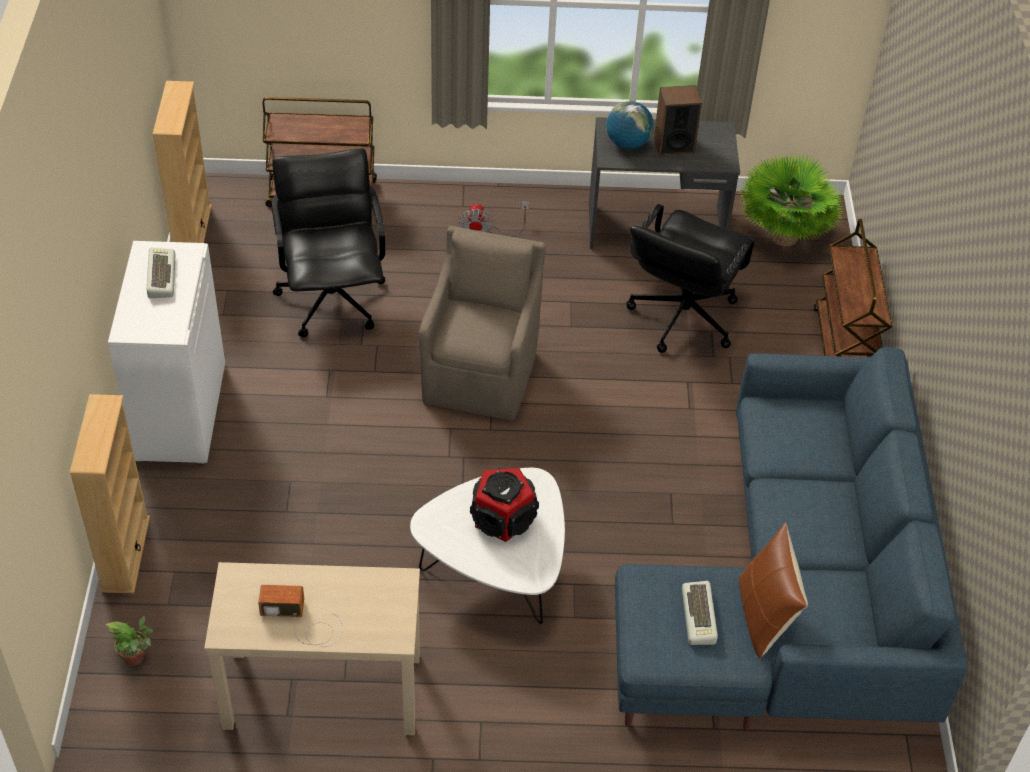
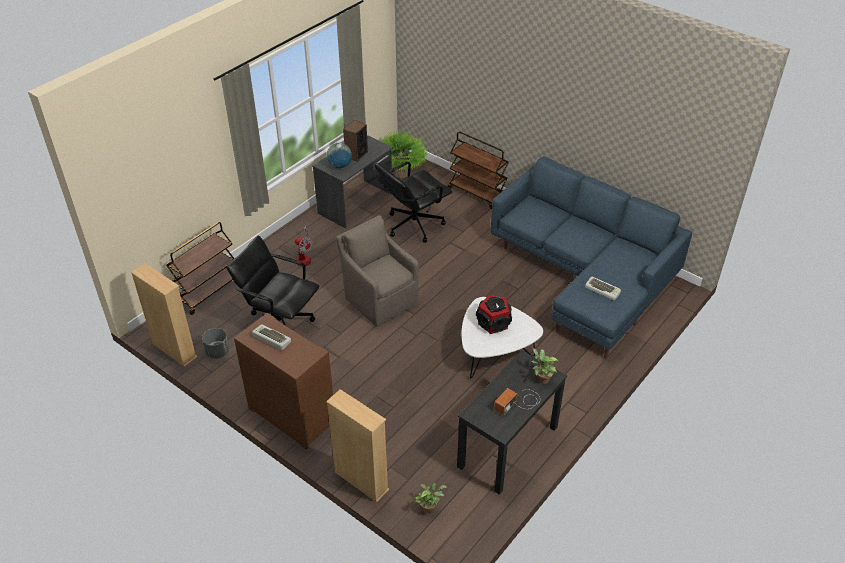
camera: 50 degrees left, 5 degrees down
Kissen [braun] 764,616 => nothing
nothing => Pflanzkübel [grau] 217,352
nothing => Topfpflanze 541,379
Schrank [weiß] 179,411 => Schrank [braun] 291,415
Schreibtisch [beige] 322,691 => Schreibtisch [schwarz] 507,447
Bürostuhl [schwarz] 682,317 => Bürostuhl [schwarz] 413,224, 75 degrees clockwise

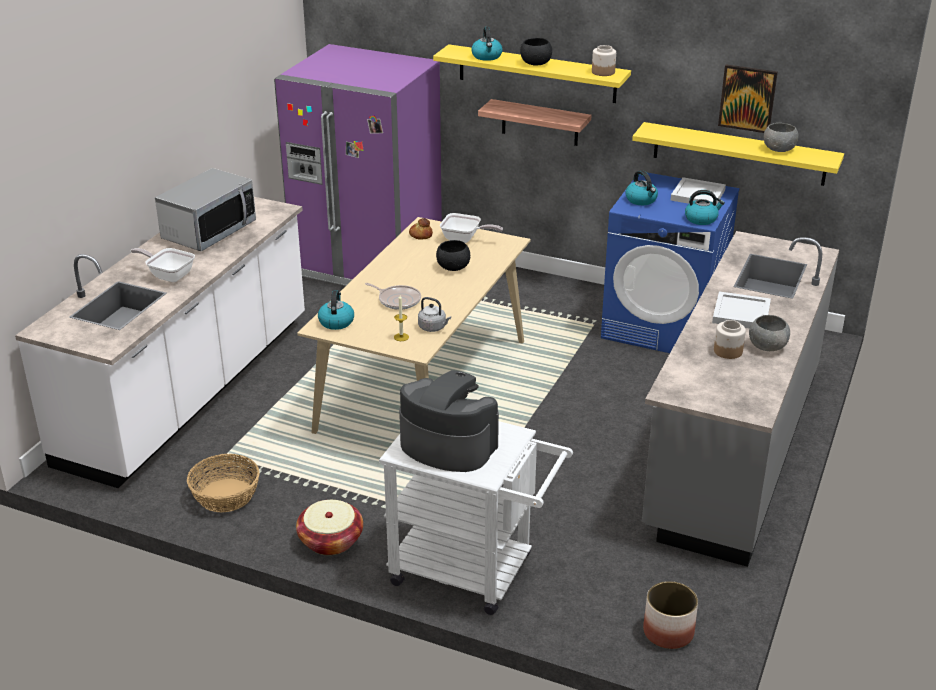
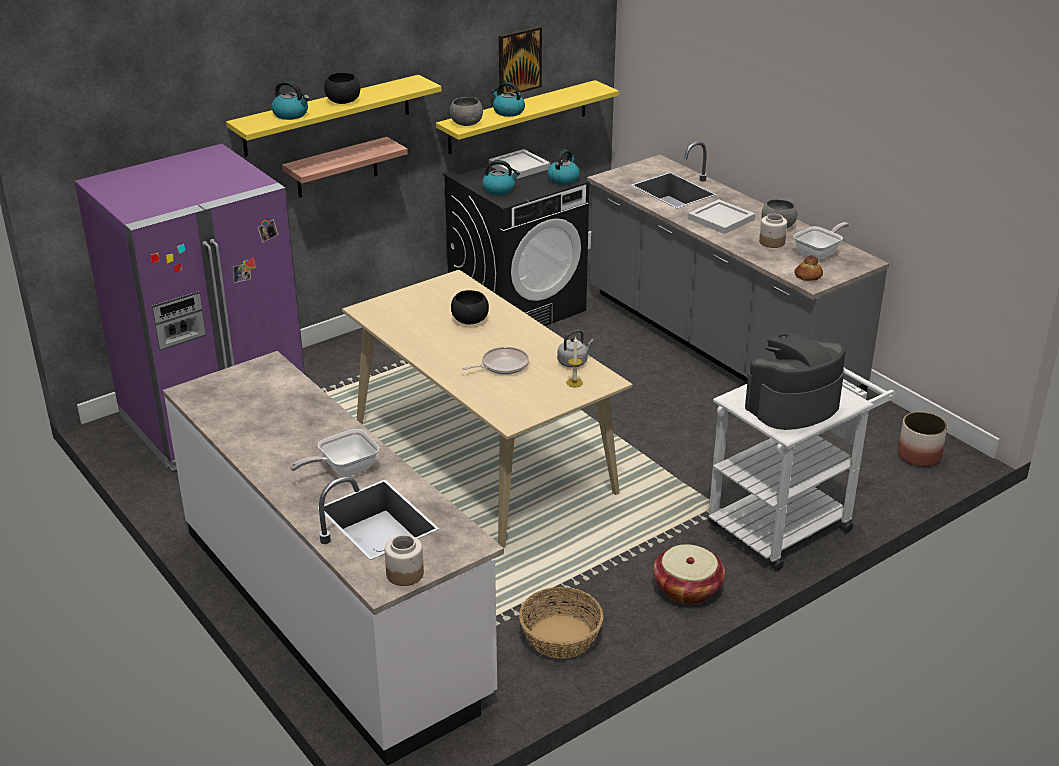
camera: 60 degrees left, 0 degrees up
Mikrowelle 209,231 => nothing
Wasserkessel 336,321 => Wasserkessel 508,112, move
Brot 420,235 => Brot 808,276, move
Pfanne 464,239 => Pfanne 819,253, move
Vorratsglas 603,72 => Vorratsglas 405,573, move
Schüssel [grau] 779,149 => Schüssel [grau] 467,123, move
Waschmaschine [blau] 663,326 => Waschmaschine [schwarz] 517,306

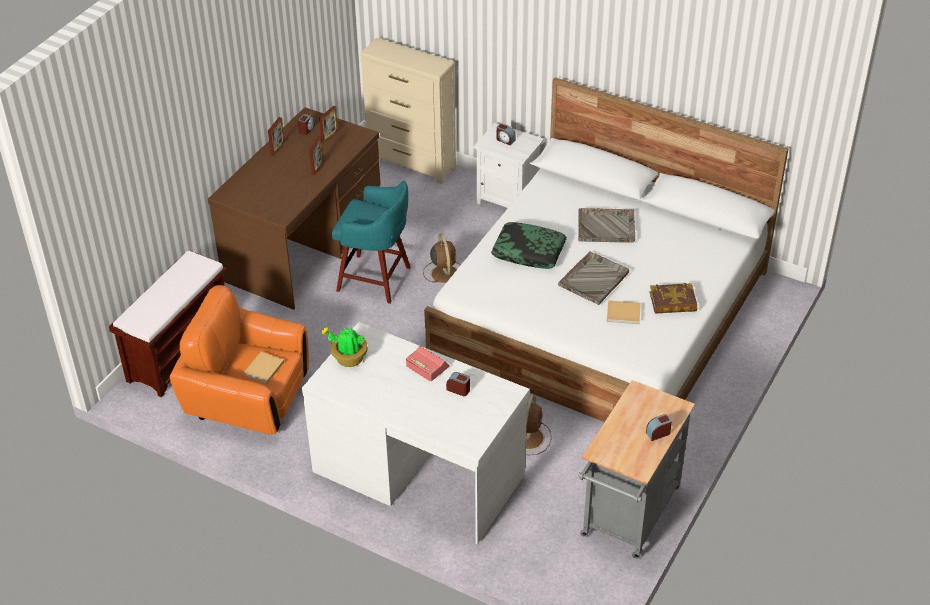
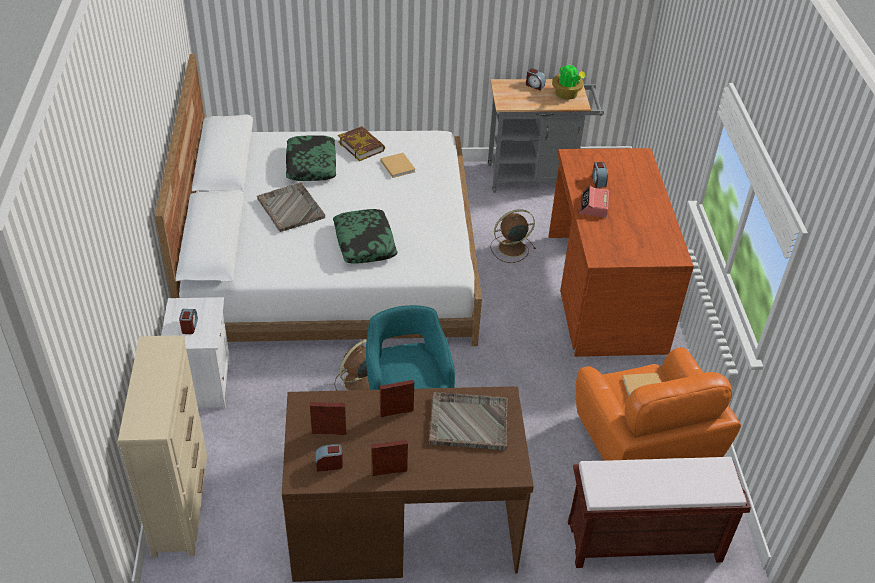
camera: 125 degrees left, 0 degrees up
nothing => Kissen 311,164
Topfpflanze 348,359 => Topfpflanze 567,95, move
Tablett [grau] 594,278 => Tablett [grau] 467,422, move
Schreibtisch [weiß] 418,471 => Schreibtisch [braun] 603,292

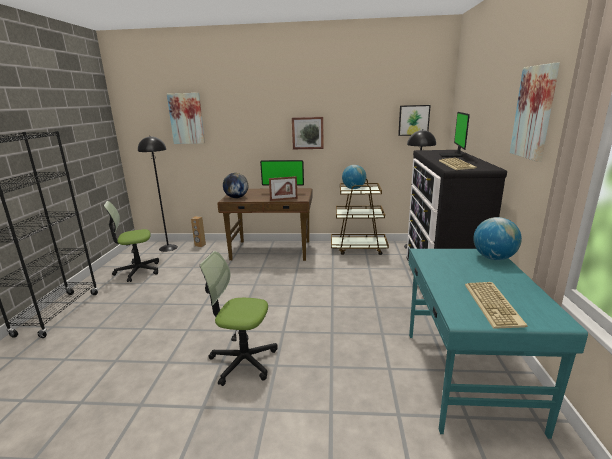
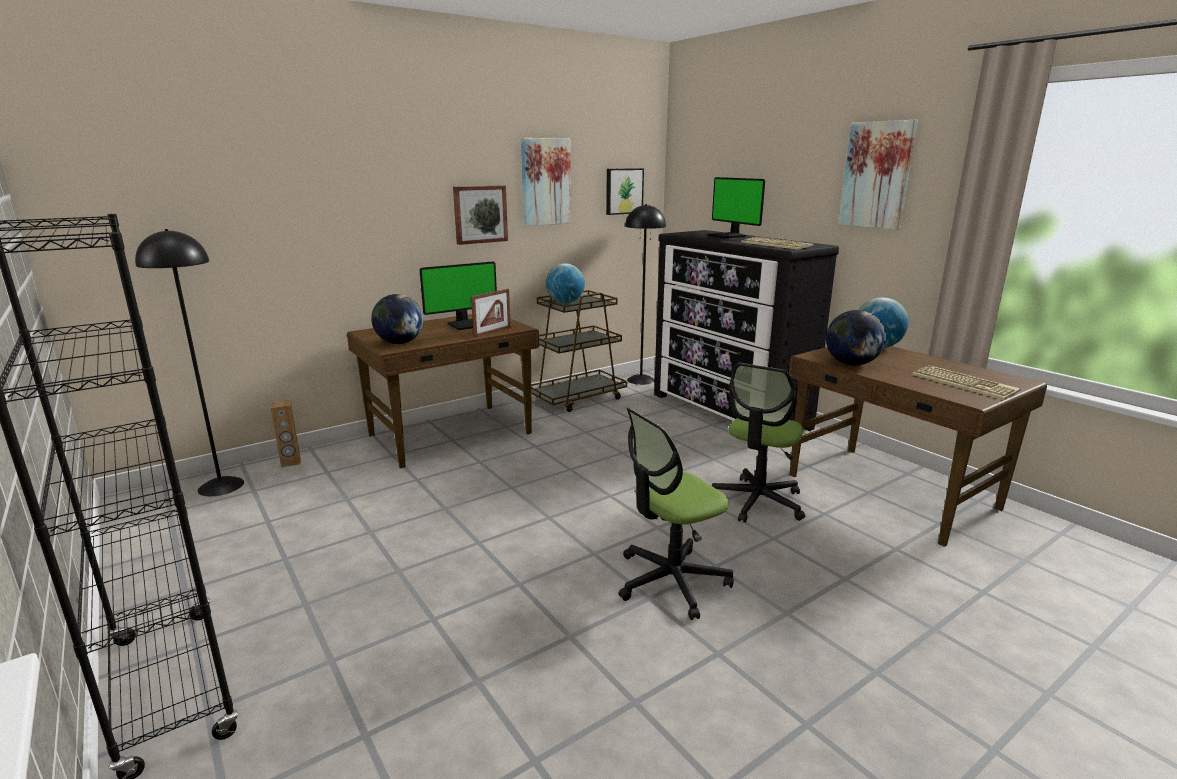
camera: 40 degrees left, 0 degrees up
nothing => Globus 851,364
Bürostuhl 138,271 => Bürostuhl 757,501, move
Bild 186,118 => Bild 545,182, move
Schreibtisch [türkis] 466,378 => Schreibtisch [braun] 890,492

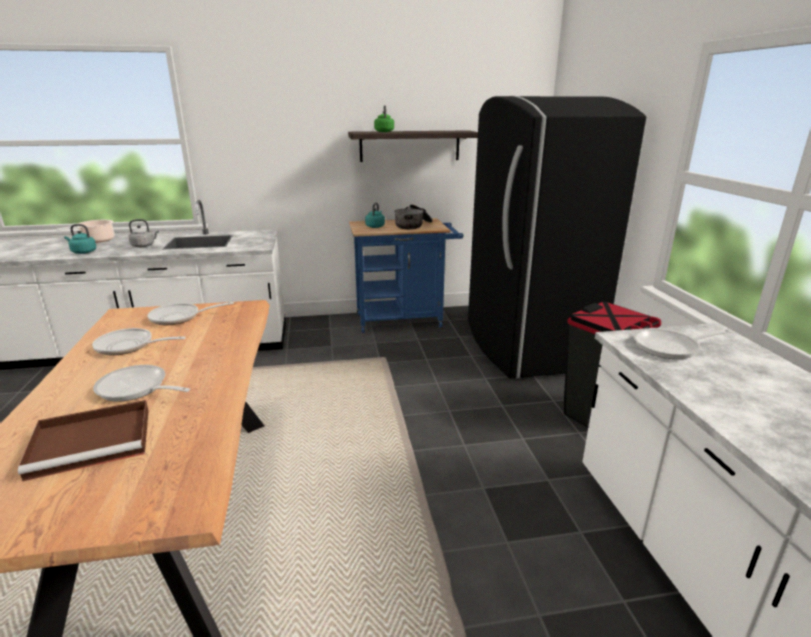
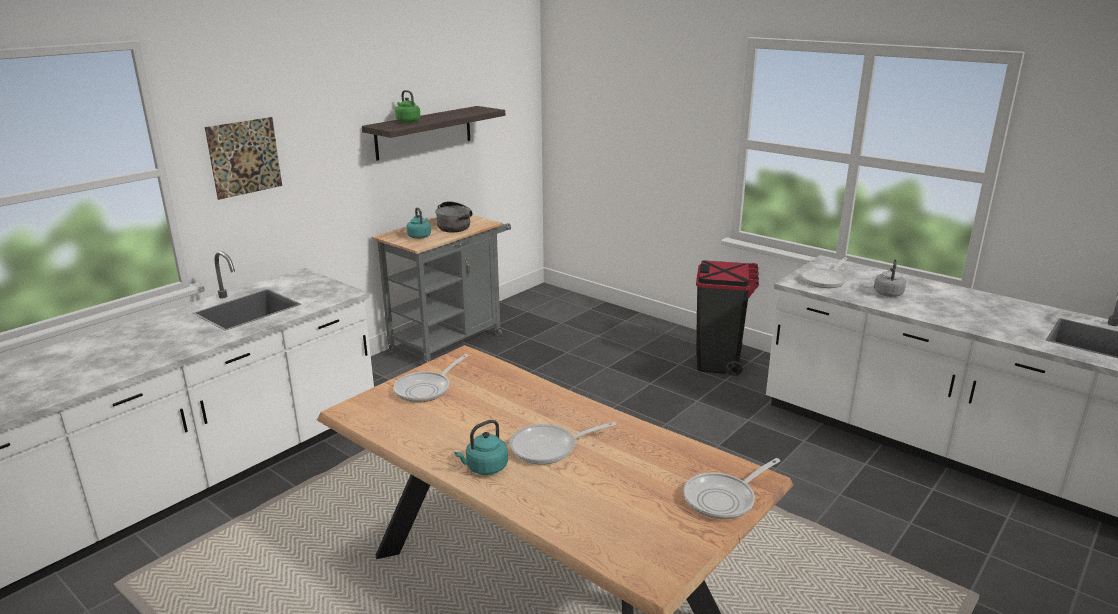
camera: 40 degrees left, 0 degrees up
Tablett [braun] 94,441 => nothing
Kochtopf 96,240 => nothing
Kühlschrank [schwarz] 525,345 => nothing
nothing => Bild 244,157
Wasserkessel [türkis] 83,252 => Wasserkessel [türkis] 485,468, move
Pfanne 129,346 => Pfanne 723,499, move
Wasserkessel [grau] 144,245 => Wasserkessel [grau] 888,293, move
Rollwagen [blau] 404,320 => Rollwagen [grau] 451,340

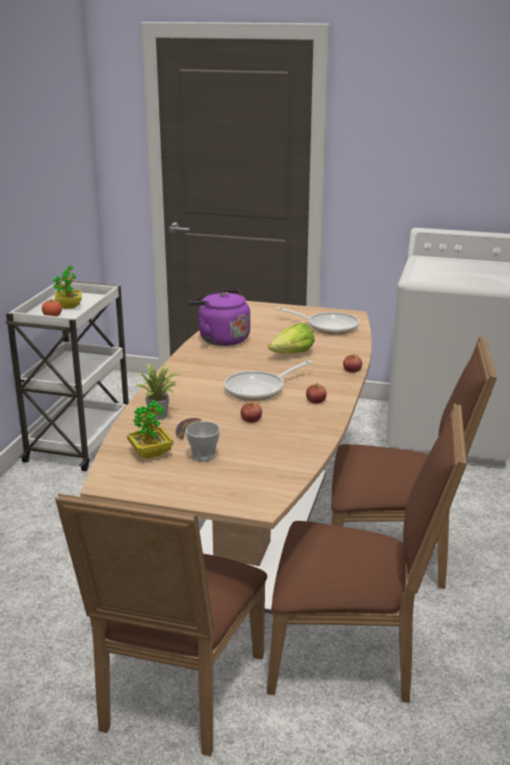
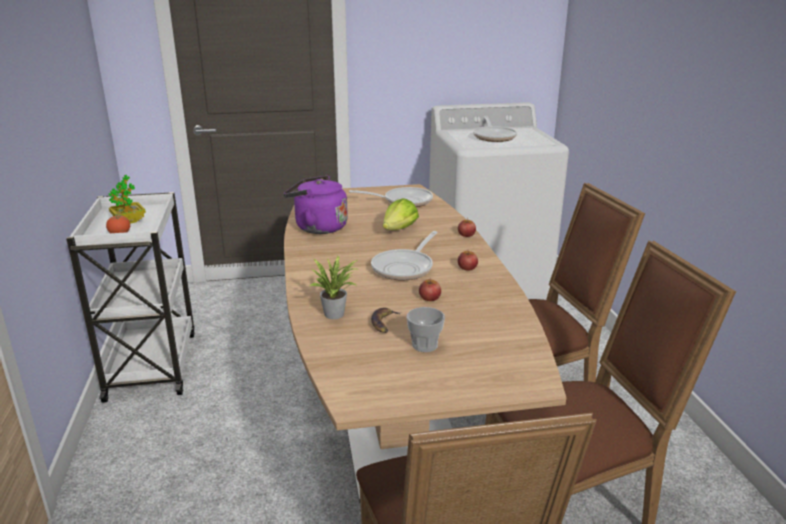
camera: 25 degrees left, 0 degrees up
Topfpflanze 150,453 => nothing
nothing => Pfanne 494,136

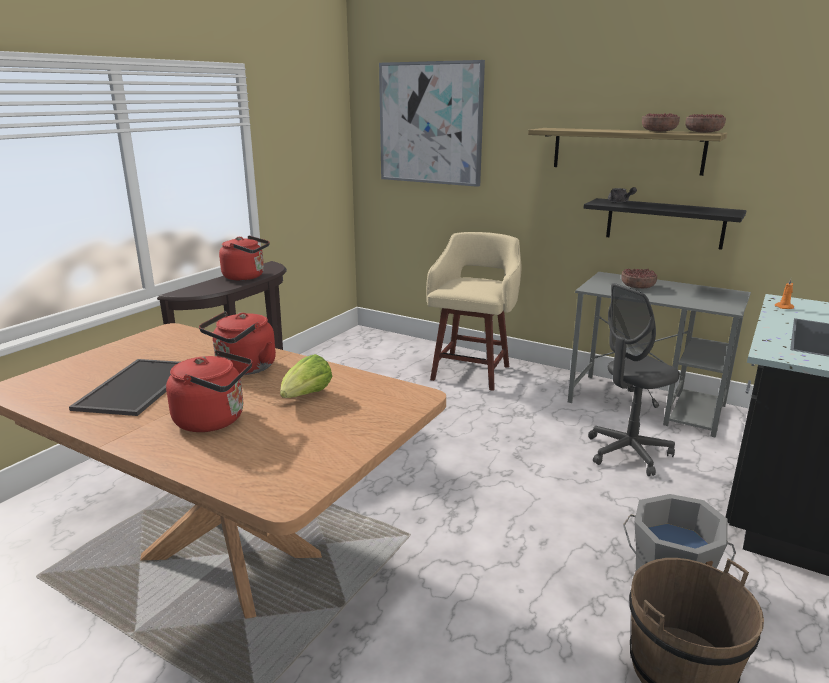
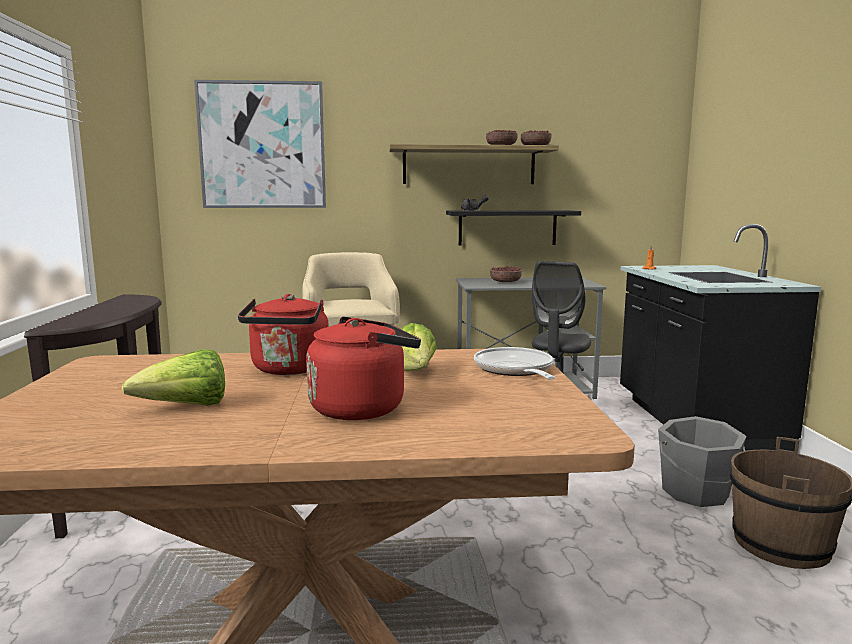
camera: 35 degrees left, 10 degrees down
Wasserkessel [rot] 246,277 => nothing
nothing => Pfanne 515,370
Tablett 139,387 => Salatkopf 186,407

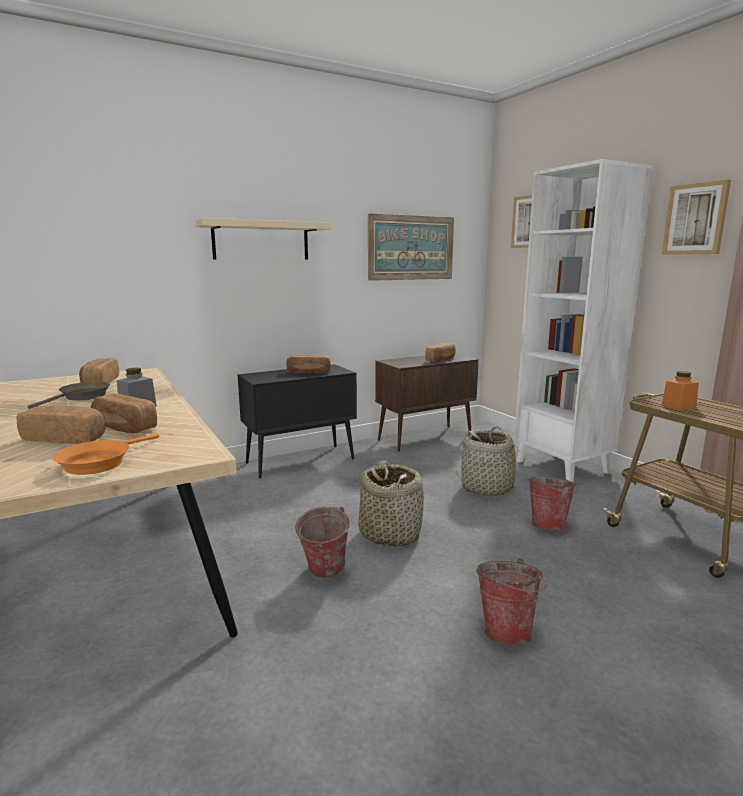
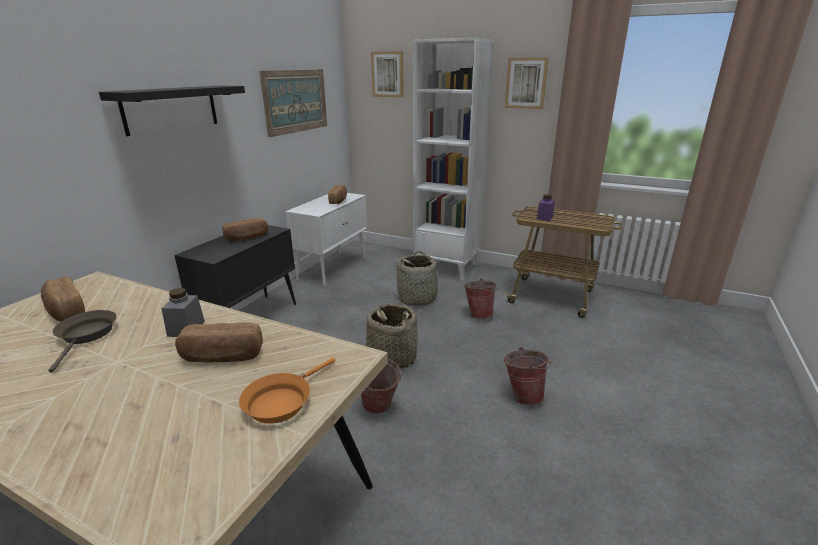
camera: 35 degrees left, 10 degrees up
Brot 65,439 => nothing
Wandregal [beige] 261,241 => Wandregal [schwarz] 171,109
Schrank [braun] 425,438 => Schrank [weiß] 333,268
Vorratsglas [orange] 678,406 => Vorratsglas [lila] 544,217
Pfanne [orange] 99,462 => Pfanne [orange] 281,401, 45 degrees clockwise

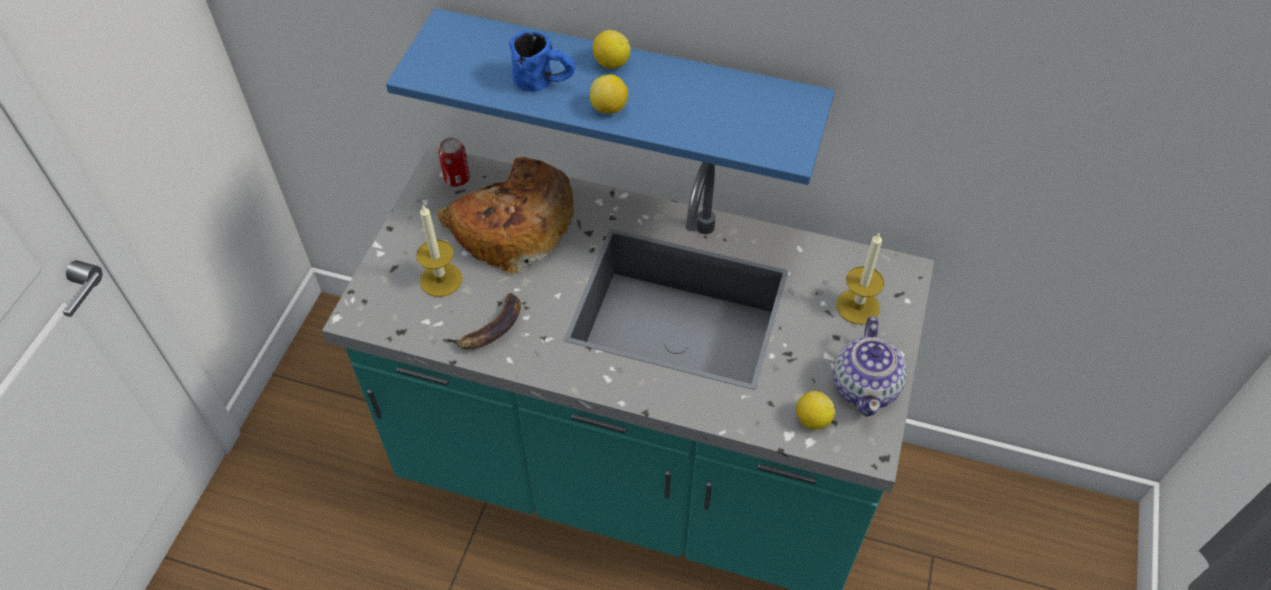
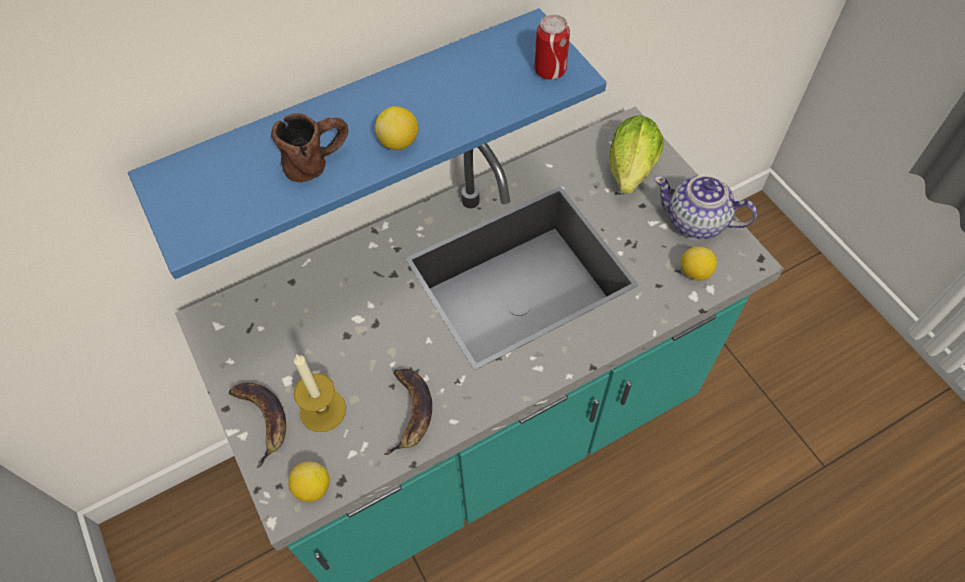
camera: 45 degrees left, 5 degrees up
Brot 511,225 => nothing
nothing => Banane 262,420
Dose 457,178 => Dose 550,70, move
Zitrone 611,63 => Zitrone 312,487, move
Kerze 857,306 => Salatkopf 630,174
Henkelbecher [blau] 545,82 => Henkelbecher [braun] 318,161
Teekanne 865,386 => Teekanne 696,222, 150 degrees clockwise

